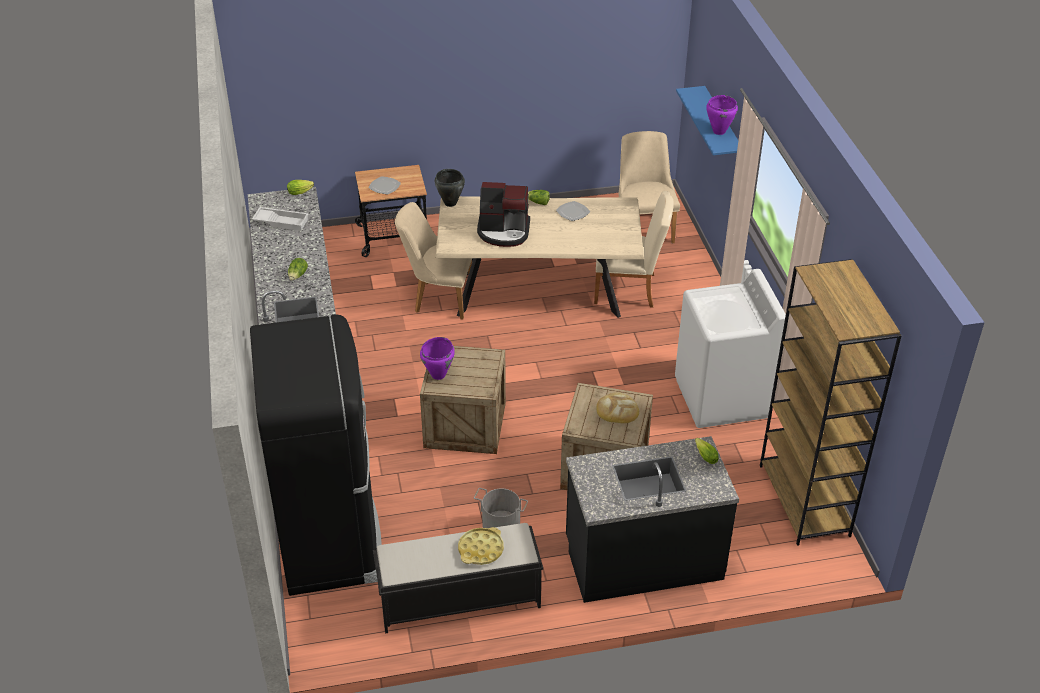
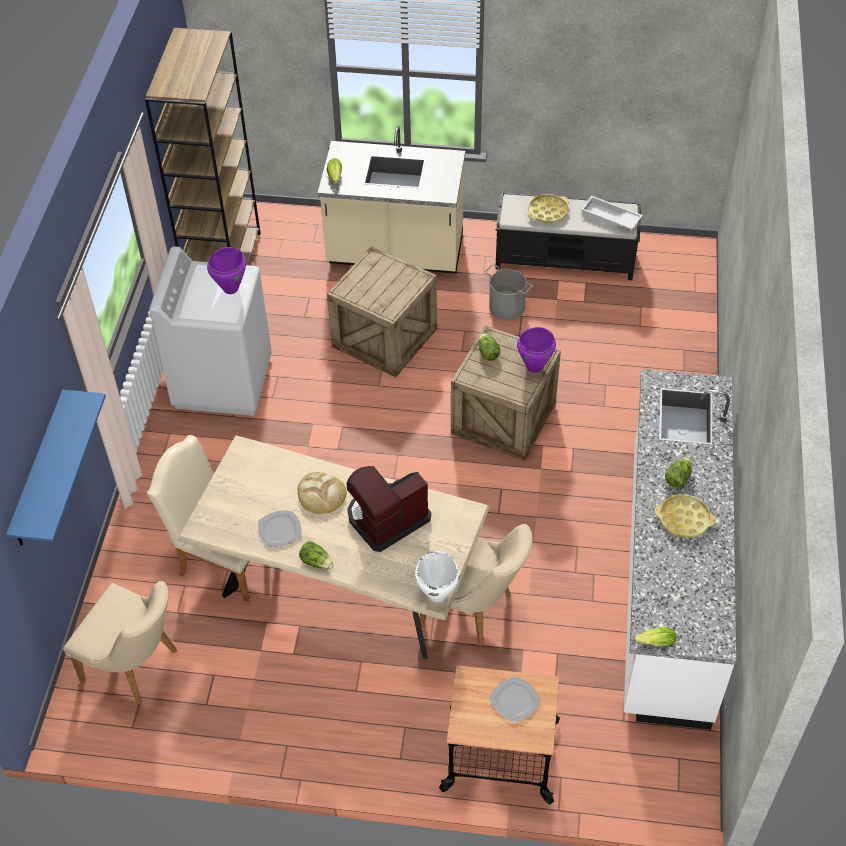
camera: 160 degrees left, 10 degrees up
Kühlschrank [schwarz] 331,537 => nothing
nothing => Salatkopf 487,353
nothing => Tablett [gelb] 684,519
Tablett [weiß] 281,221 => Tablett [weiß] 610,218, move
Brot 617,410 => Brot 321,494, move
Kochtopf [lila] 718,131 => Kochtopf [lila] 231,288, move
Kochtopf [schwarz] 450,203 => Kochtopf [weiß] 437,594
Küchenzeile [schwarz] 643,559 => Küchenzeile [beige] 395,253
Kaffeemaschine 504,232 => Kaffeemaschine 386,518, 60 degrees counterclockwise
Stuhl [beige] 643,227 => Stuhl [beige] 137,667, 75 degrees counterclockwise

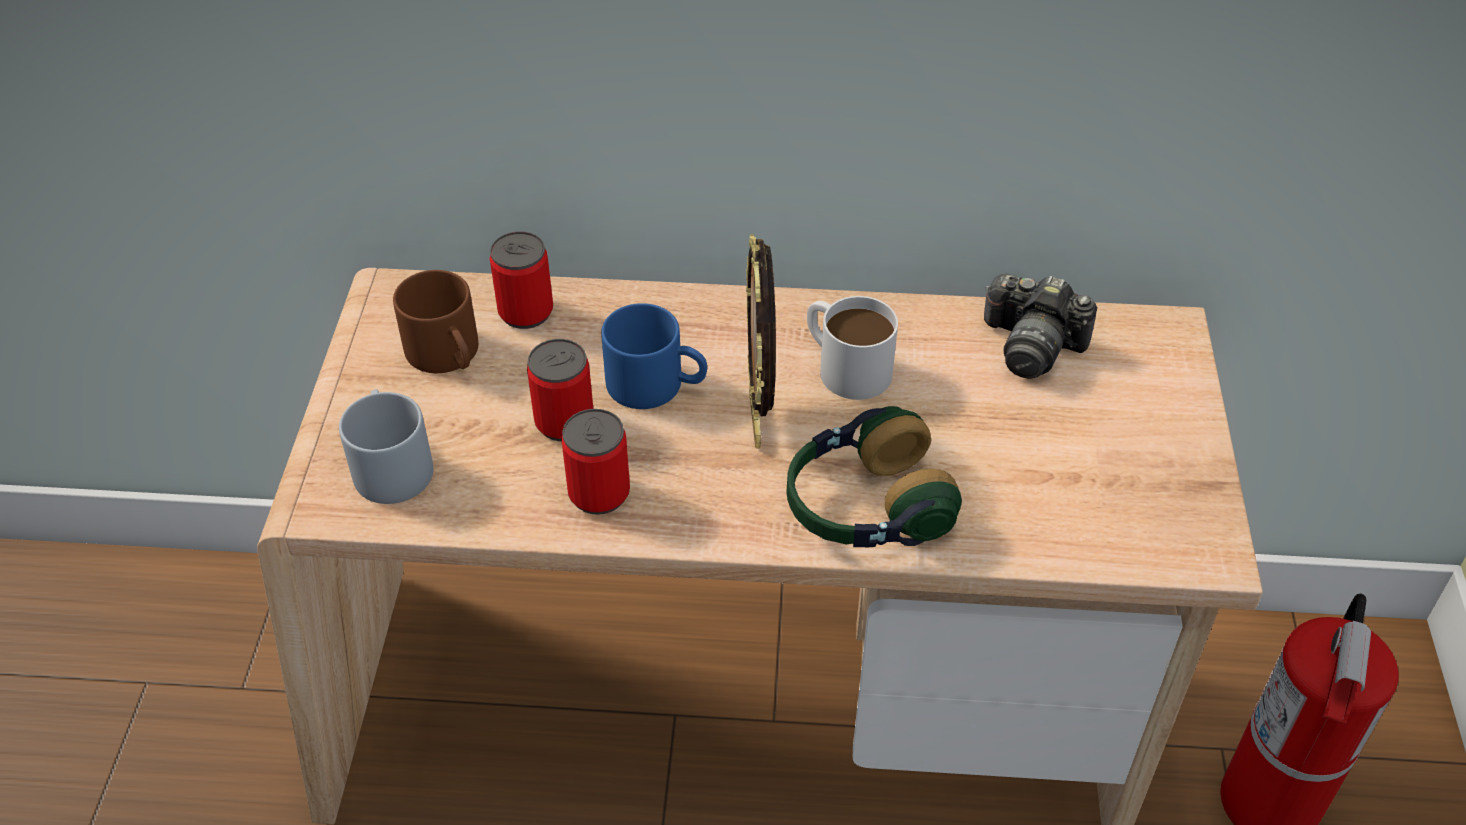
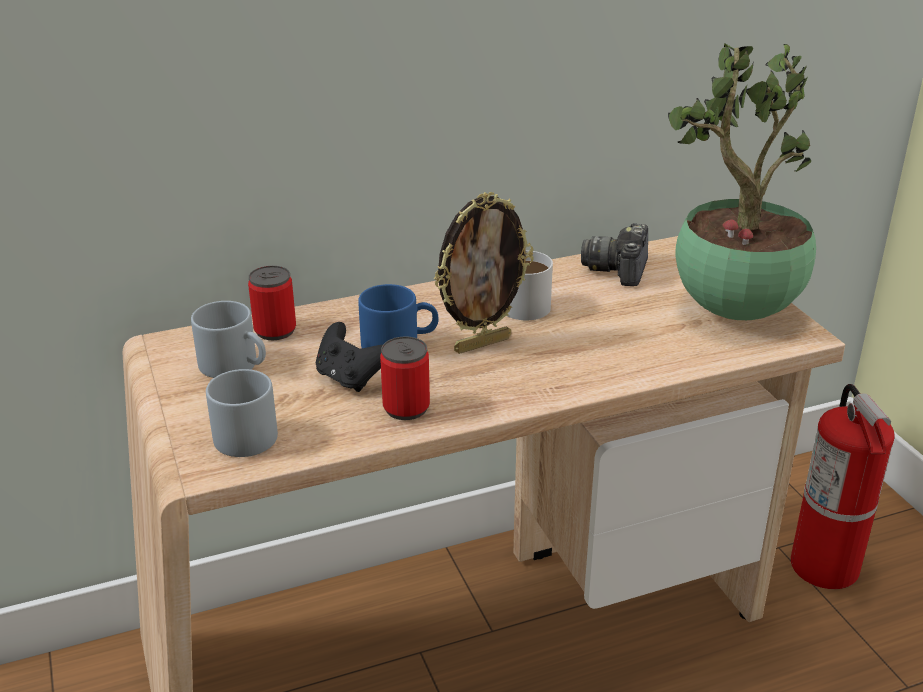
camera: 25 degrees left, 15 degrees down
Kopfhörer 865,508 => nothing
nothing => Topfpflanze 733,312
Dose 564,422 => Gamepad [schwarz] 350,378
Henkelbecher [braun] 449,355 => Henkelbecher [grau] 236,365
Bilderrahmen 758,419 => Bilderrahmen 482,344, 90 degrees counterclockwise
Kamera 1031,346 => Kamera 619,270, 105 degrees clockwise

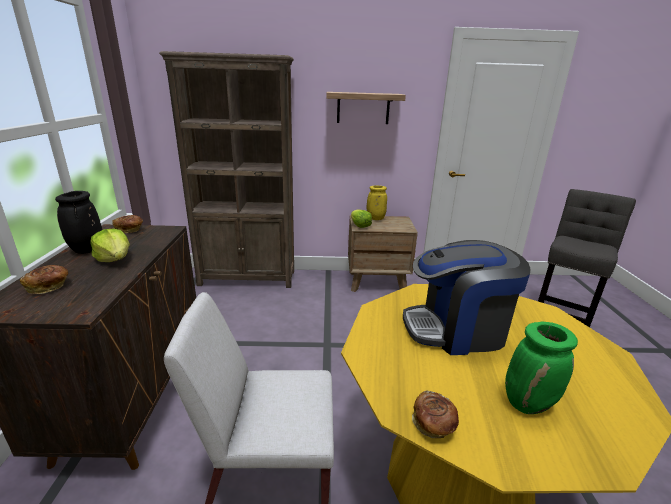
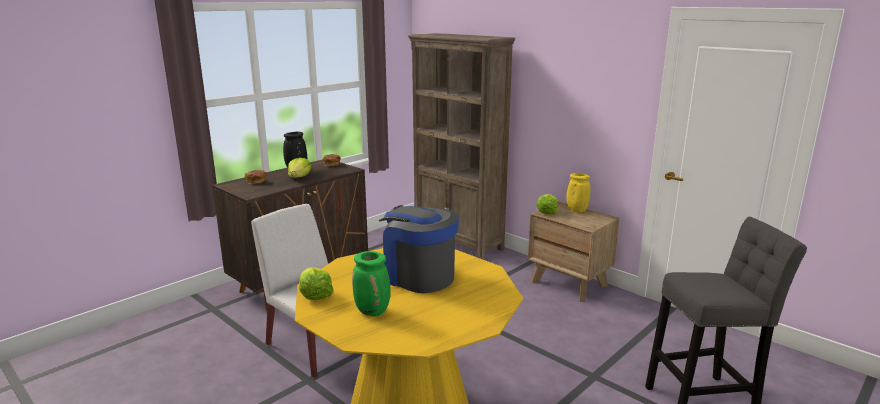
camera: 45 degrees right, 5 degrees down
Wandregal 363,108 => nothing
Brot 433,425 => Salatkopf 315,294

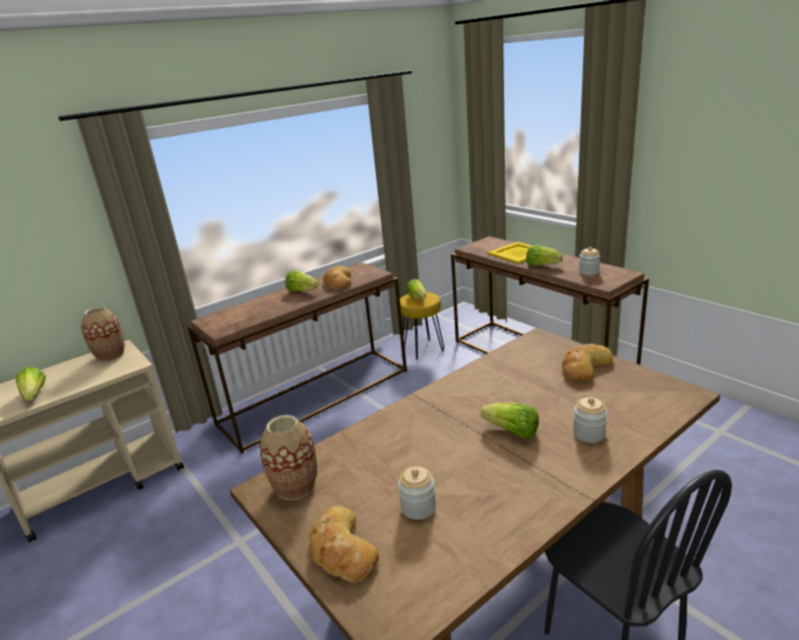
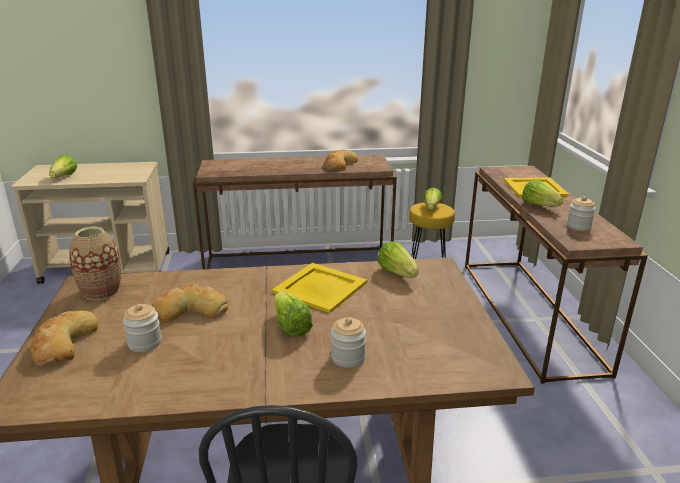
camera: 30 degrees right, 0 degrees up
Vase 110,355 => nothing
nothing => Tablett [gelb] 320,287
Salatkopf 302,291 => Salatkopf 397,273, move
Brot 584,367 => Brot 190,309, move

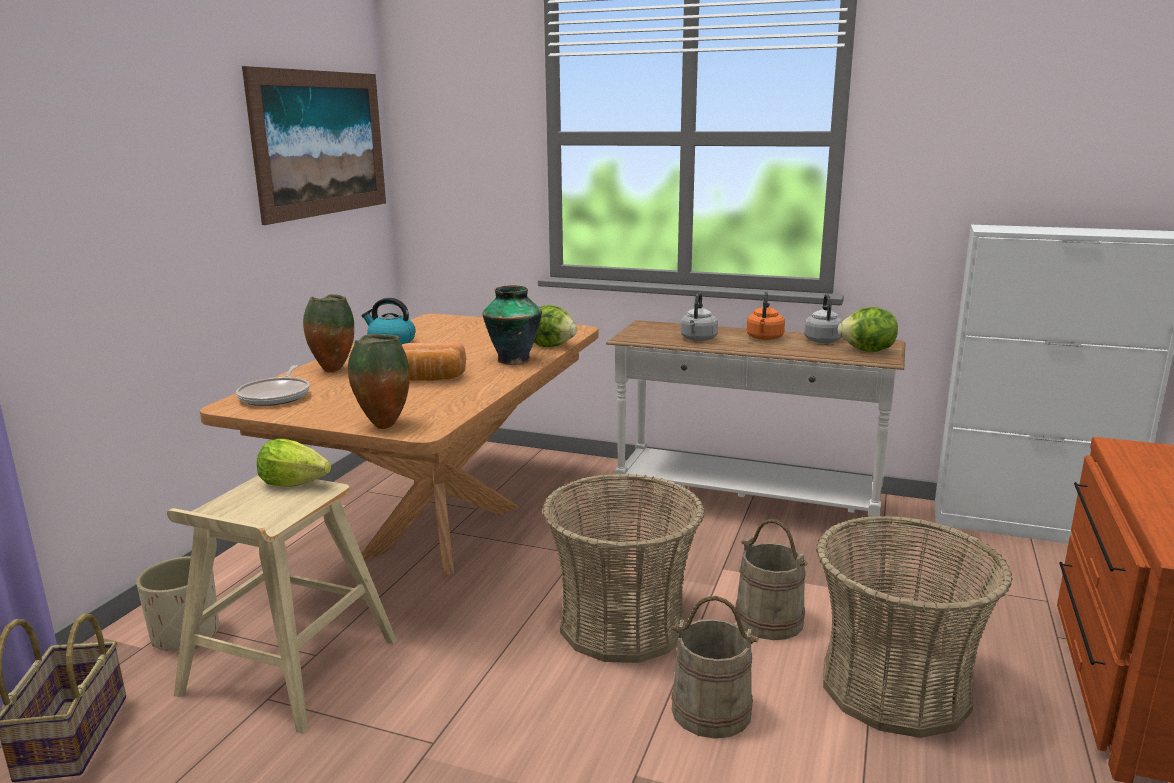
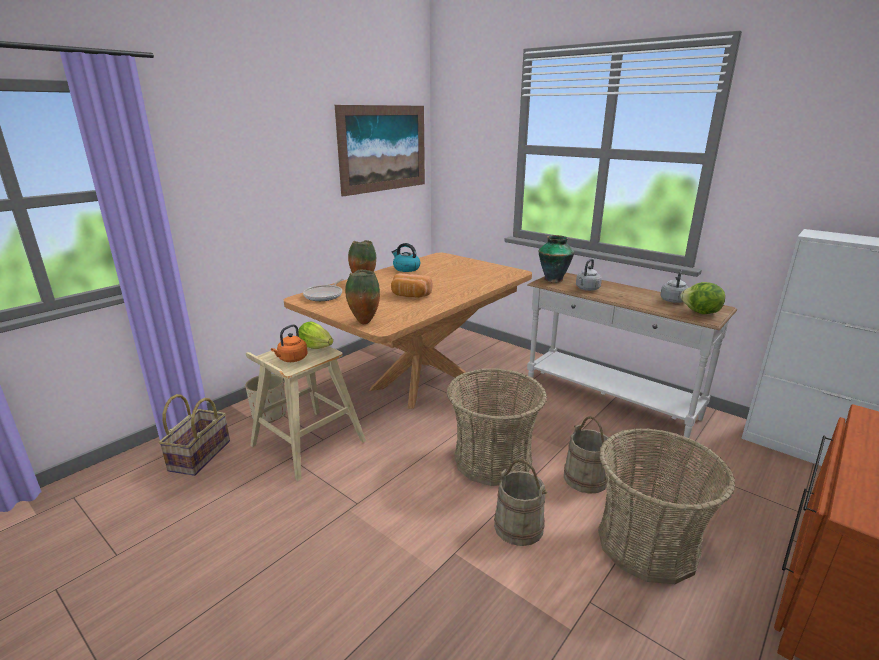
camera: 20 degrees right, 5 degrees up
Salatkopf 551,346 => nothing
Vase 513,360 => Vase 553,279, move
Wasserkessel [orange] 764,338 => Wasserkessel [orange] 291,359, move

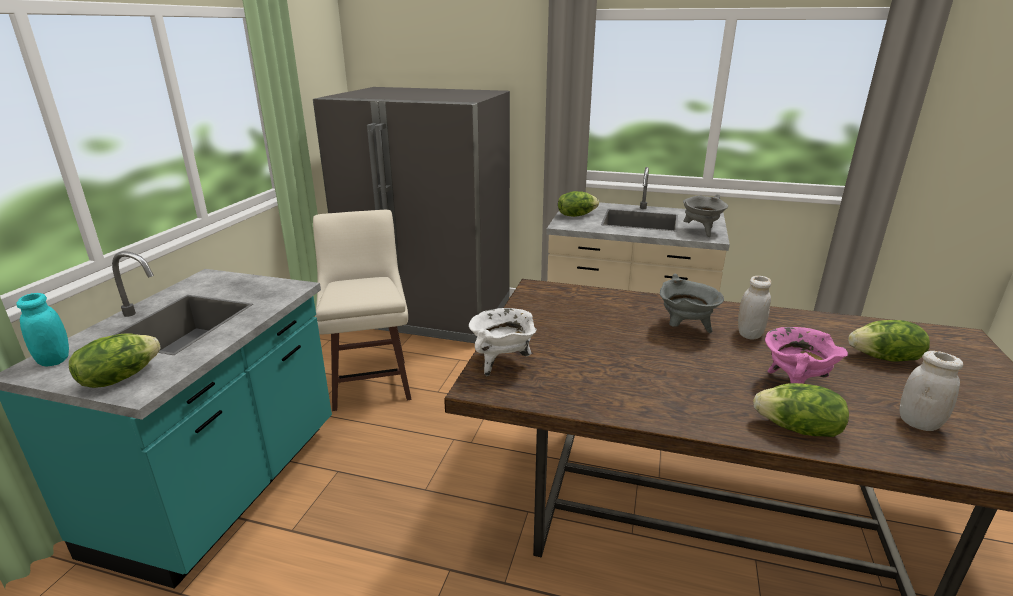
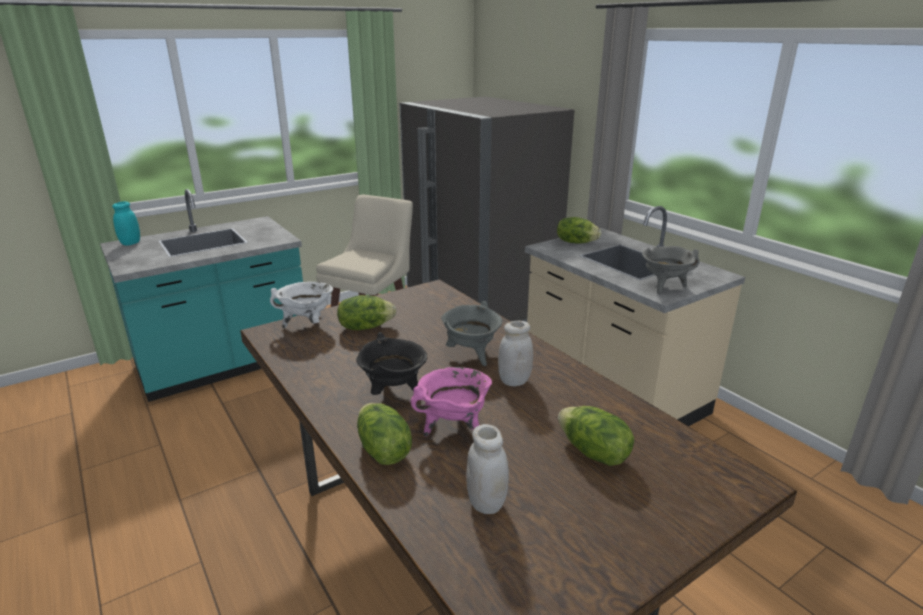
camera: 40 degrees right, 0 degrees up
nothing => Kochtopf [schwarz] 394,393
Salatkopf 119,378 => Salatkopf 365,327, move

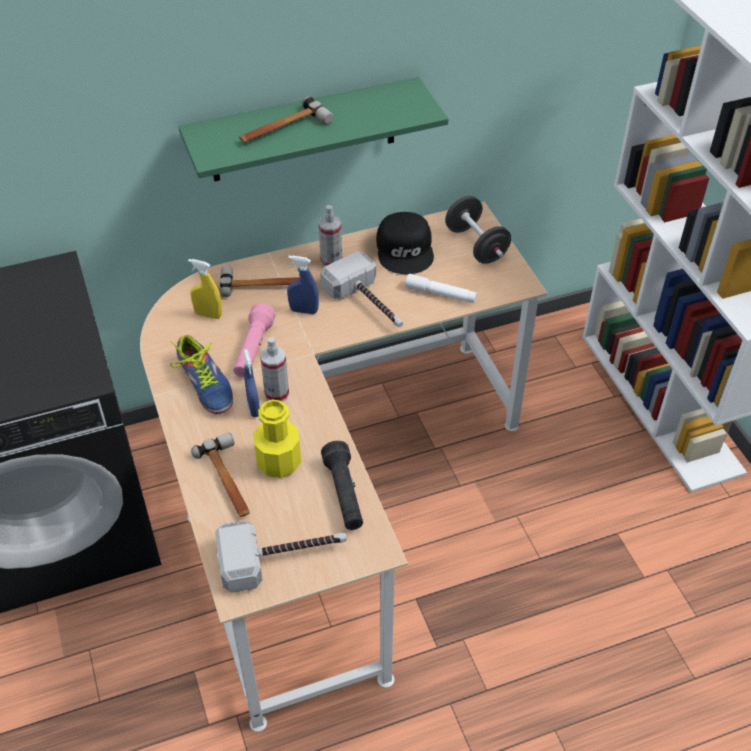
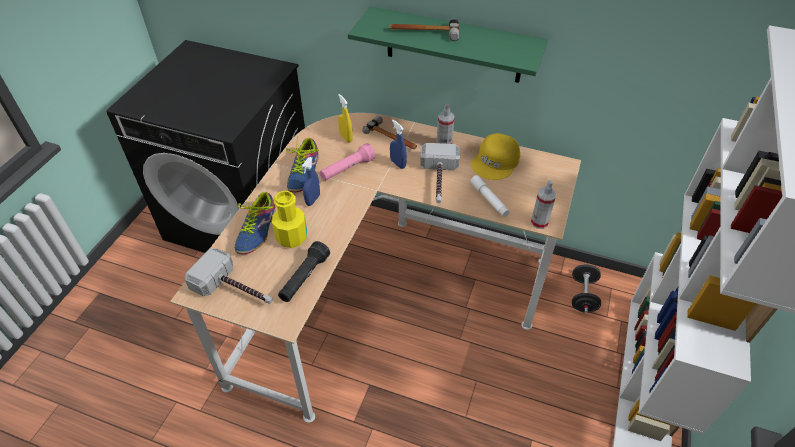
camera: 40 degrees right, 0 degrees up
Sprühflasche 277,394 => Sprühflasche 539,222, move
Hantel [schwarz] 476,245 => Hantel [schwarz] 583,296, move
Hammer 228,480 => Schuh 257,230
Kappe [schwarz] 406,249 => Kappe [gelb] 496,162

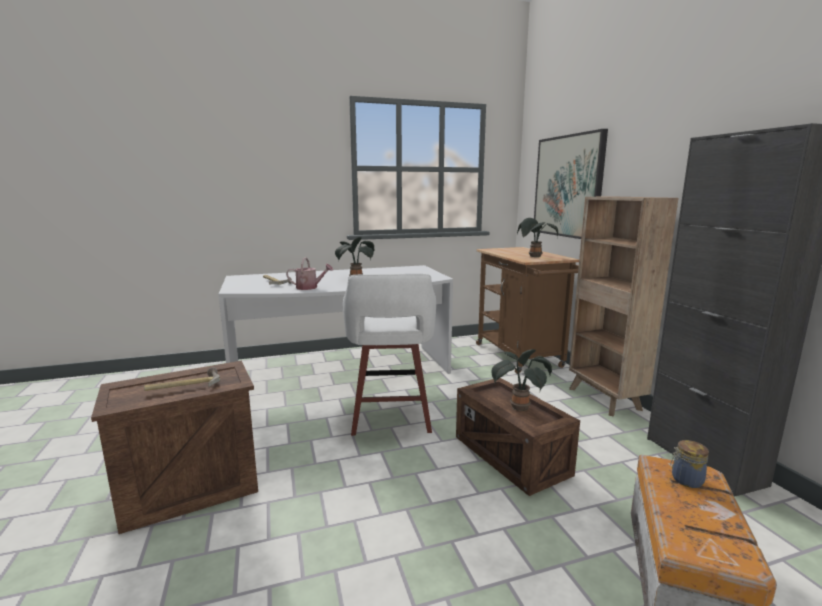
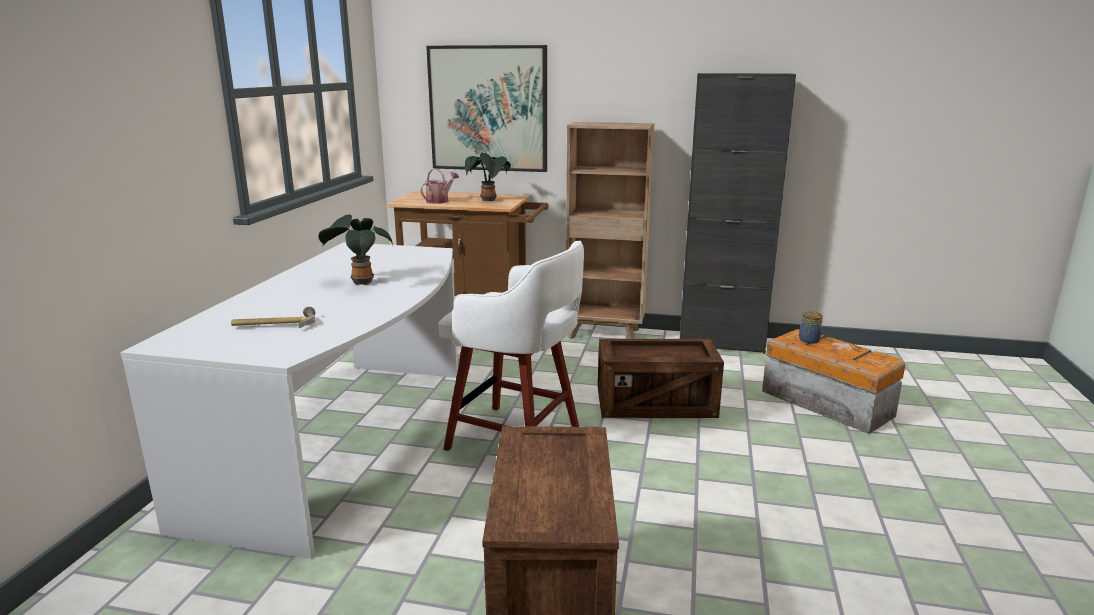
camera: 60 degrees left, 5 degrees up
Hammer 184,386 => nothing
Topfpflanze 519,406 => nothing
Gießkanne 310,287 => Gießkanne 439,200, move

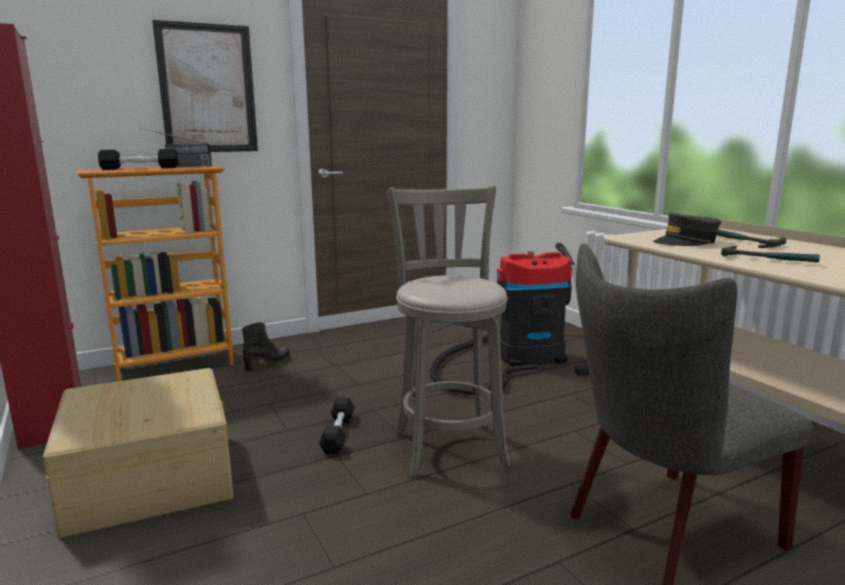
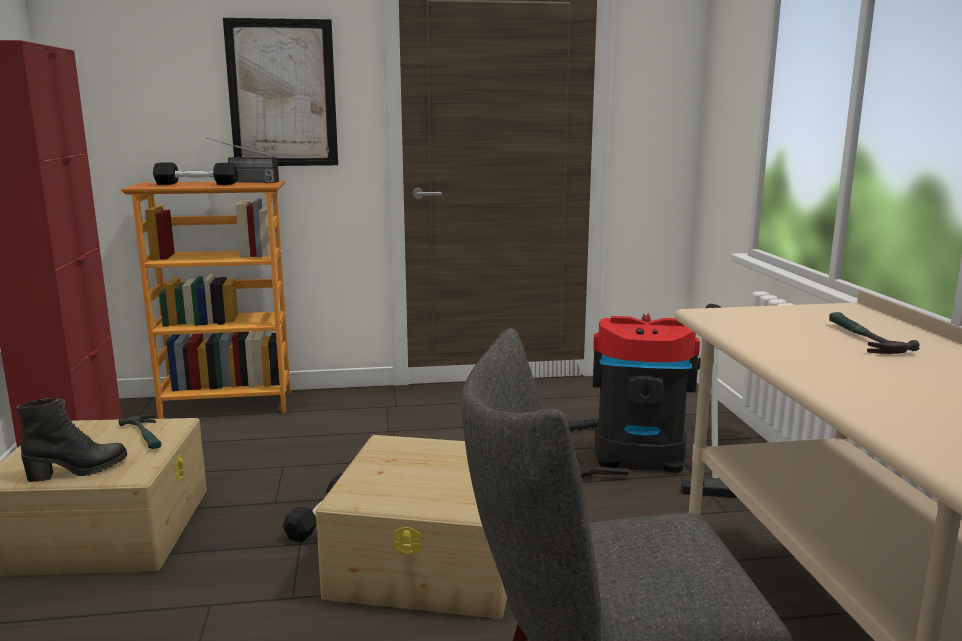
camera: 20 degrees right, 0 degrees up
Kappe [grau] 686,242 => nothing
Stiefel [schwarz] 268,364 => Stiefel [schwarz] 78,471, move
Hammer 768,259 => Hammer 146,436, move
Hocker [grau] 449,445 => Aufbewahrungsbox [beige] 432,558

